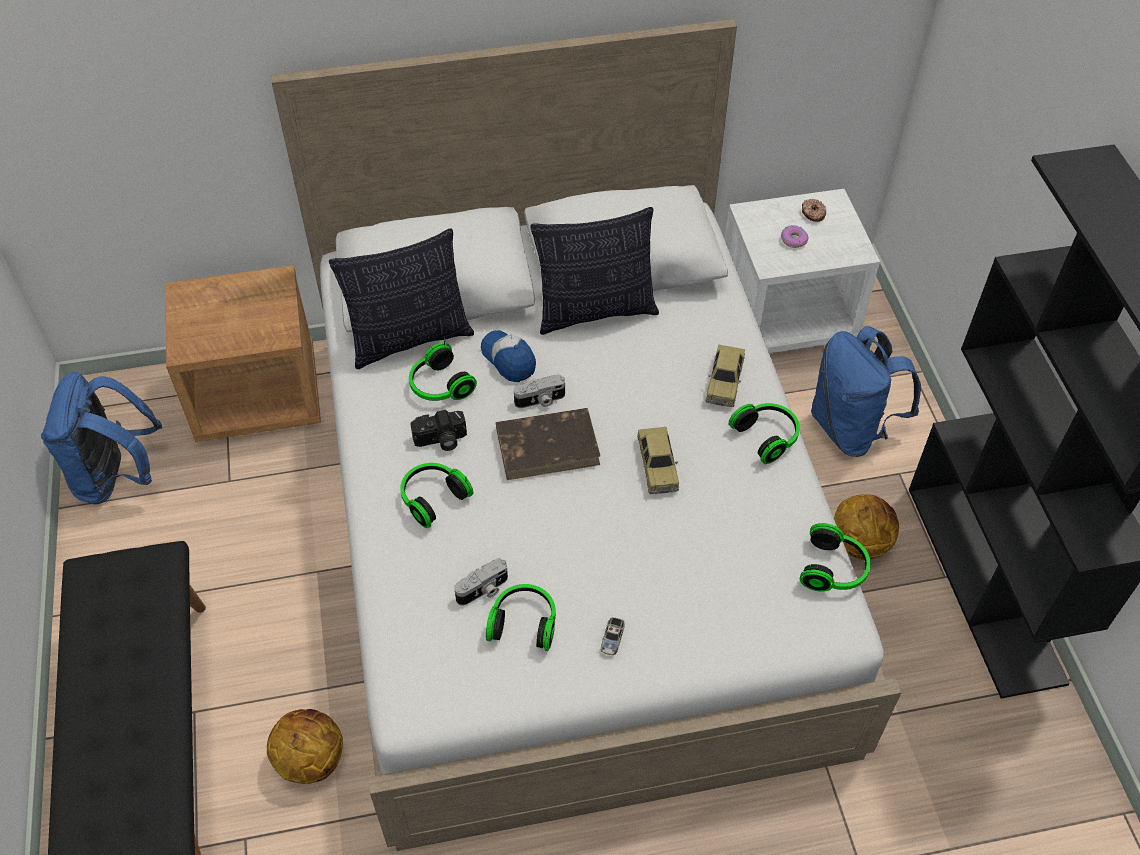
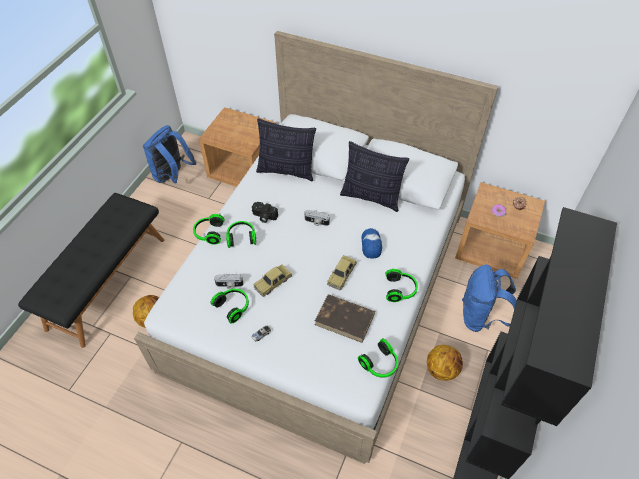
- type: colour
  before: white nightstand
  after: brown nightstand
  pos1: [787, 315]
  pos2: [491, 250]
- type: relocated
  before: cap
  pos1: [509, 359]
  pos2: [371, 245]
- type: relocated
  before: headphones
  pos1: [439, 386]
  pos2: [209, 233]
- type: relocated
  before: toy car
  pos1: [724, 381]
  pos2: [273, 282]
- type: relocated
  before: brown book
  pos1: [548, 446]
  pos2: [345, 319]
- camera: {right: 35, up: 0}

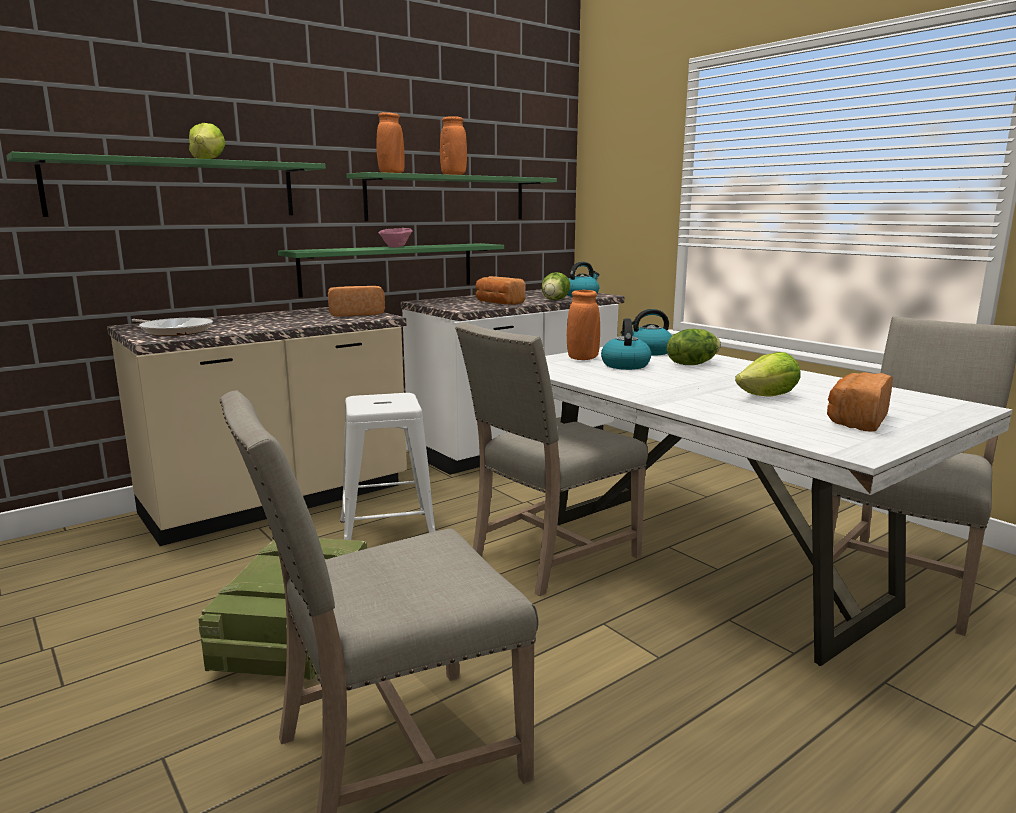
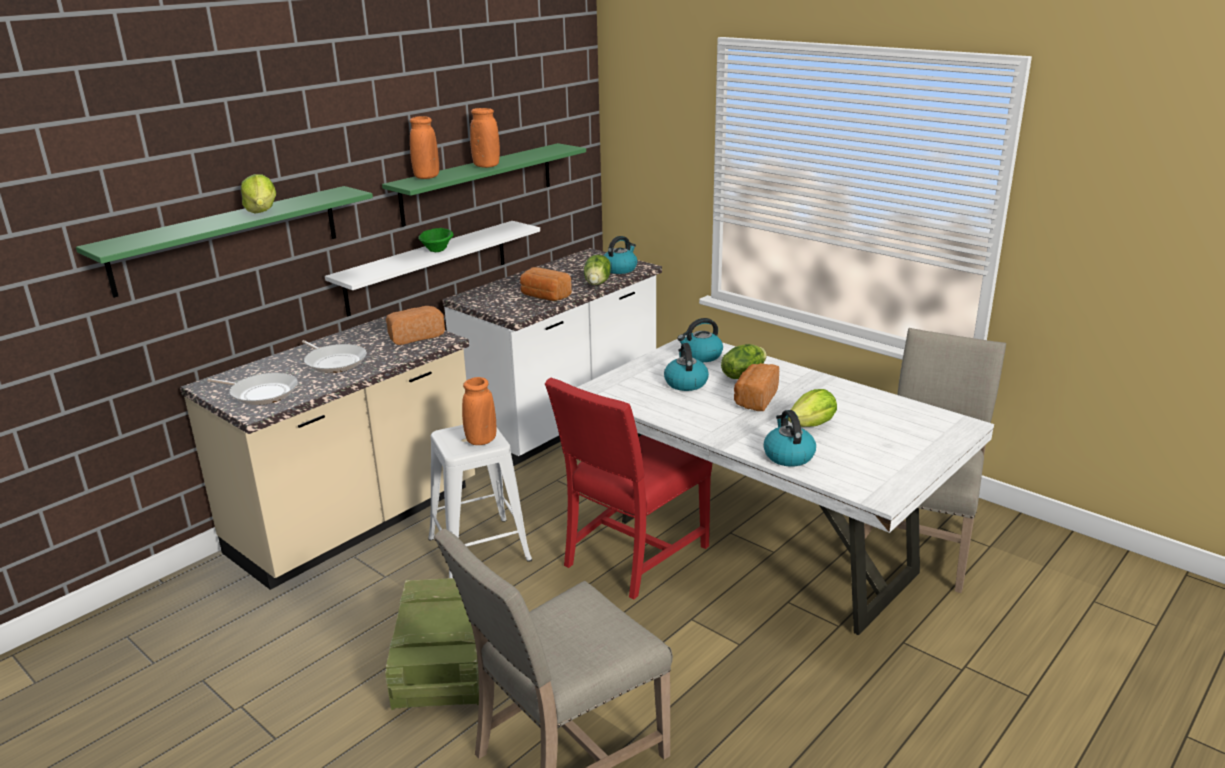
- type: colour
  before: pink bowl
  after: green bowl
  pos1: [396, 247]
  pos2: [437, 250]
- type: colour
  before: green shelf
  after: white shelf
  pos1: [389, 268]
  pos2: [428, 267]
- type: relocated
  before: orange vase
  pos1: [583, 358]
  pos2: [481, 440]
- type: colour
  before: beige chair
  after: red chair
  pos1: [549, 556]
  pos2: [631, 556]
- type: relocated
  before: bread
  pos1: [856, 420]
  pos2: [755, 399]
- type: appeared
  after: frying pan
  pos2: [334, 362]
- type: appeared
  after: kettle
  pos2: [788, 456]
- camera: {right: -10, up: 10}

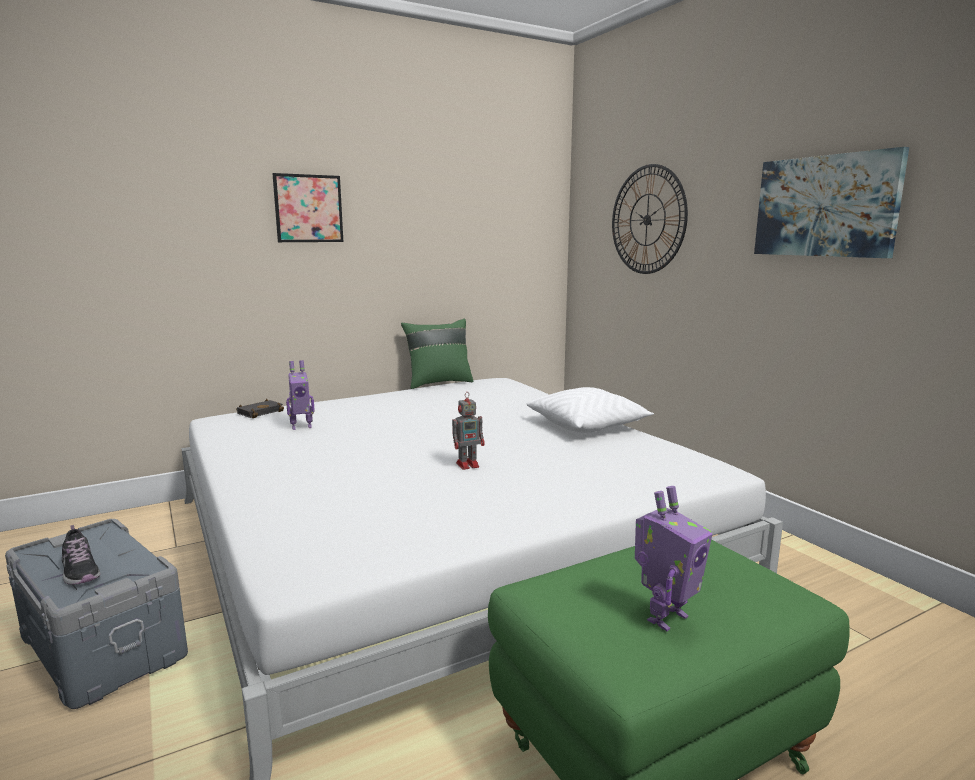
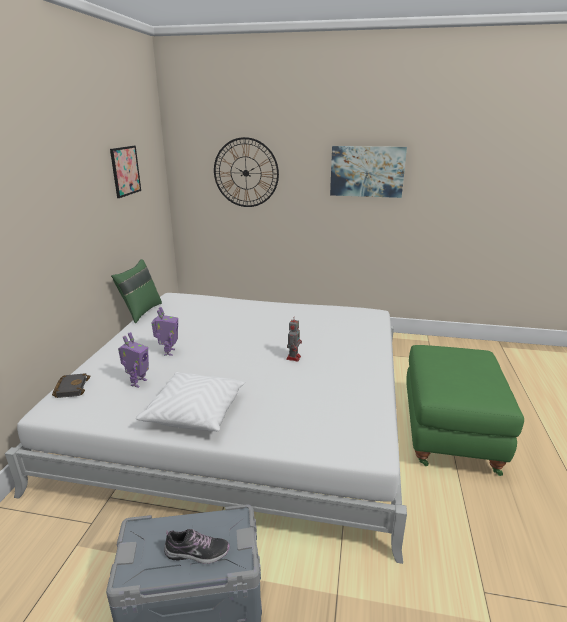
- type: relocated
  before: picture
  pos1: [308, 208]
  pos2: [125, 171]
- type: relocated
  before: white pillow
  pos1: [588, 425]
  pos2: [195, 412]
- type: relocated
  before: toy robot
  pos1: [665, 617]
  pos2: [168, 352]
- camera: {right: -50, up: 10}

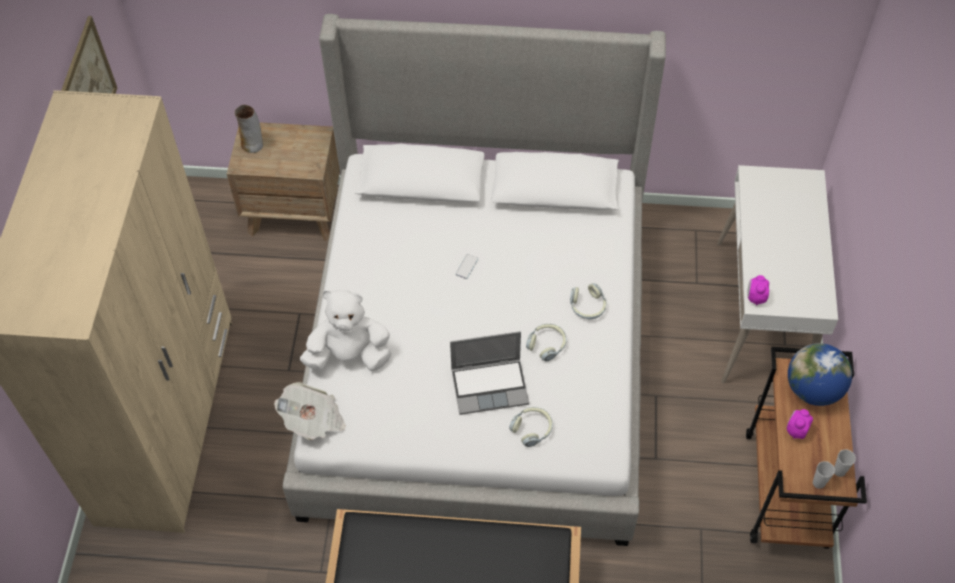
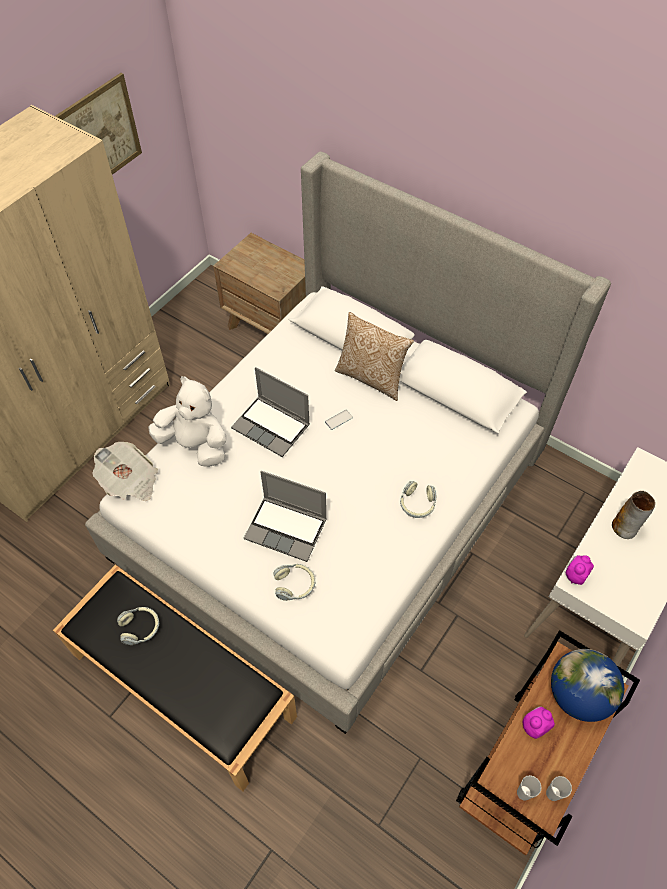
- type: relocated
  before: vase
  pos1: [253, 144]
  pos2: [625, 527]
- type: relocated
  before: headphones
  pos1: [547, 345]
  pos2: [140, 628]
- type: appeared
  after: pillow
  pos2: [371, 377]
- type: appeared
  after: laptop
  pos2: [272, 427]
- camera: {right: 30, up: 0}

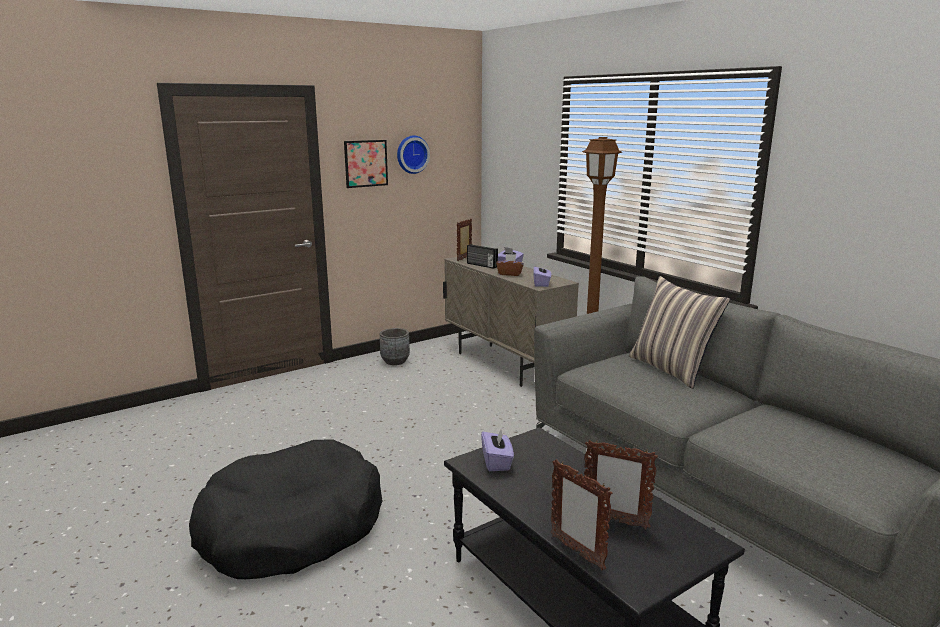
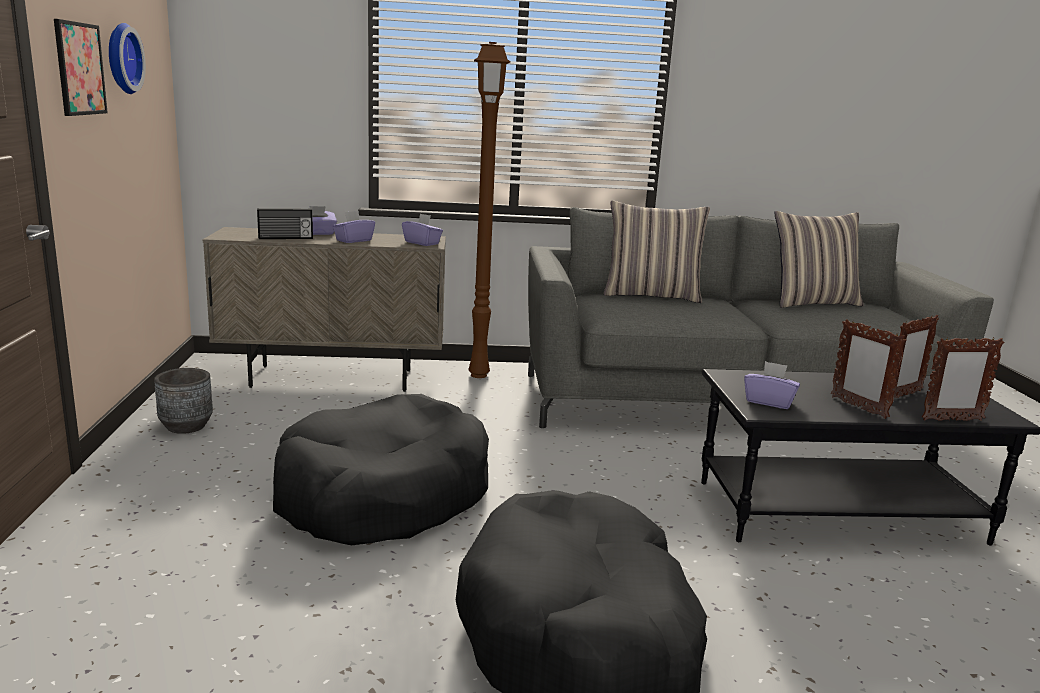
- type: relocated
  before: picture frame
  pos1: [464, 258]
  pos2: [858, 407]
- type: colour
  before: brown tissue box
  after: purple tissue box
  pos1: [510, 274]
  pos2: [353, 240]
- type: appeared
  after: pillow
  pos2: [812, 303]
- type: appeared
  after: black dog bed
  pos2: [383, 495]
- camera: {right: -60, up: 0}

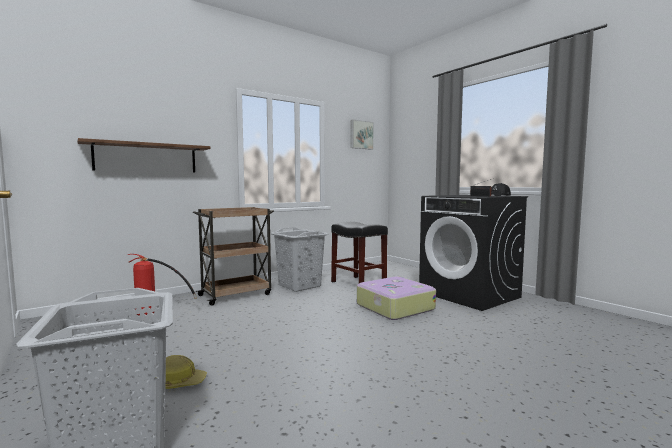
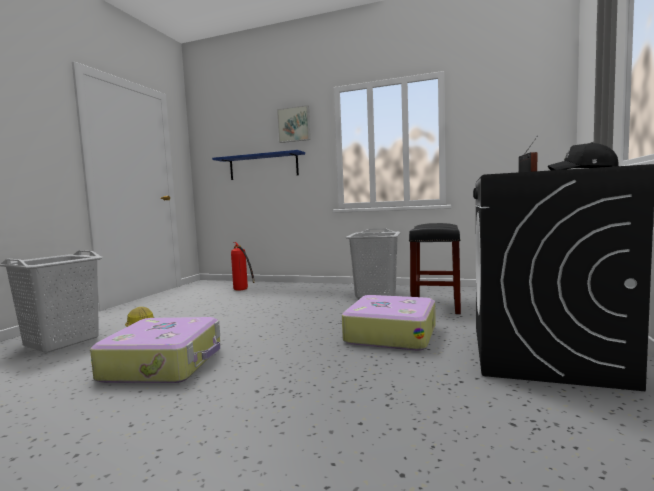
- type: relocated
  before: picture
  pos1: [361, 135]
  pos2: [294, 124]
- type: colour
  before: brown shelf
  after: blue shelf
  pos1: [146, 158]
  pos2: [263, 166]
- type: missing
  before: brown cart
  pos1: [236, 294]
- type: appeared
  after: suitcase
  pos2: [165, 363]
- camera: {right: 55, up: 0}

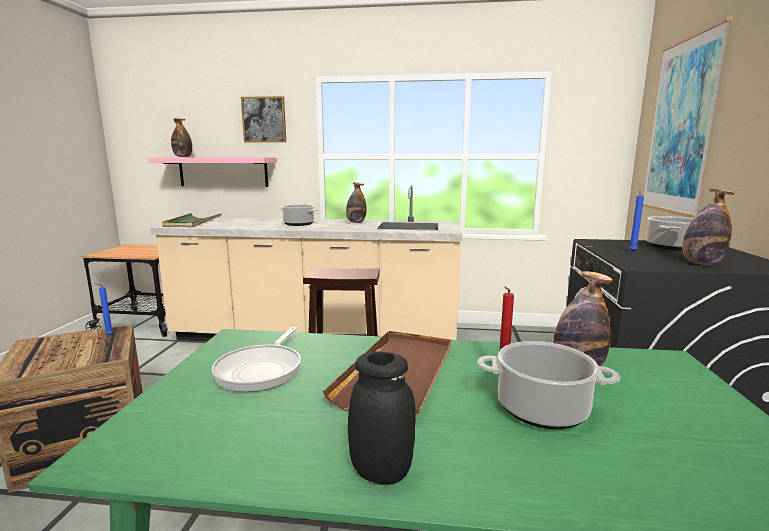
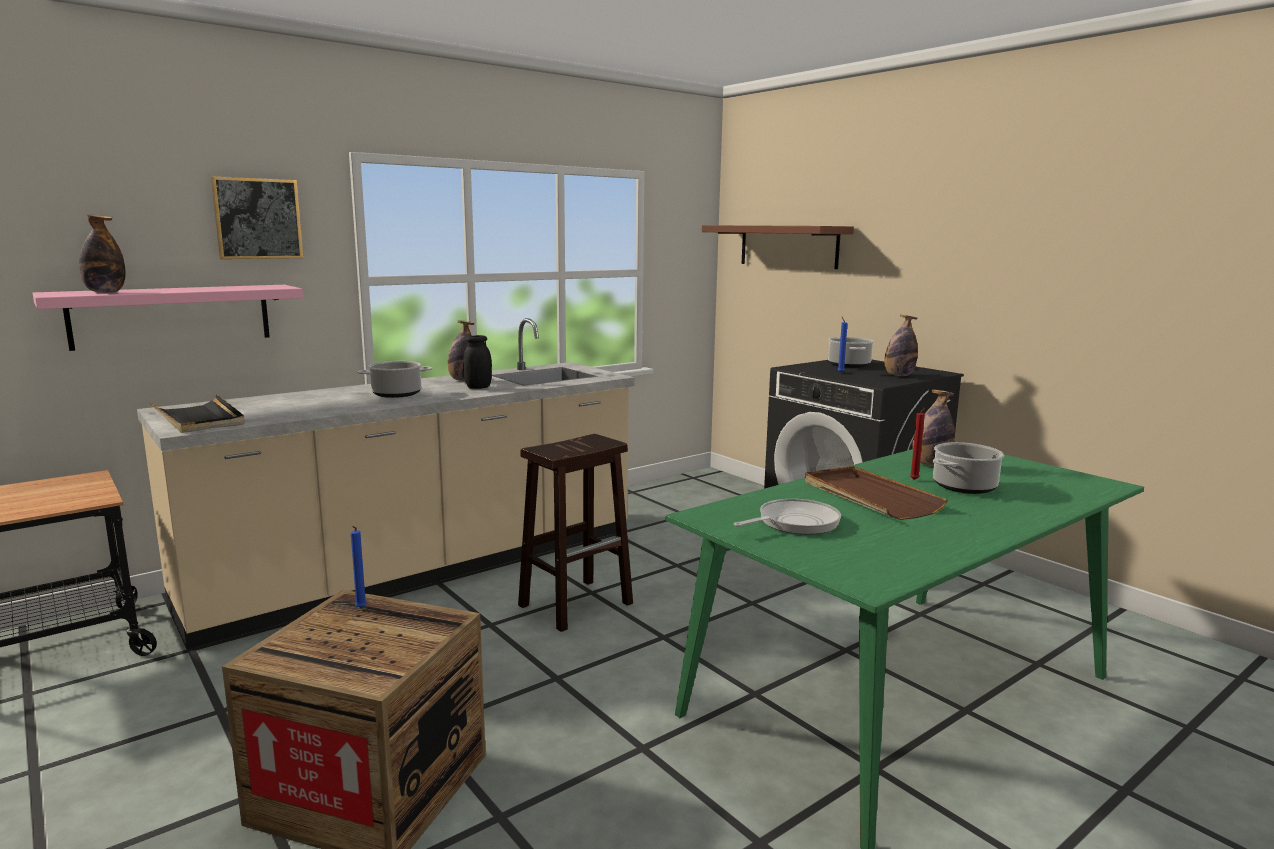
- type: exchanged
  before: picture
  after: brown shelf
  pos1: [681, 127]
  pos2: [788, 246]
- type: colour
  before: green tray
  after: black tray
  pos1: [192, 222]
  pos2: [198, 418]
- type: spun
  before: frying pan
  pos1: [262, 370]
  pos2: [794, 523]
  turn: -90
- type: relocated
  before: black jar
  pos1: [381, 471]
  pos2: [478, 387]
- camera: {right: -45, up: 0}

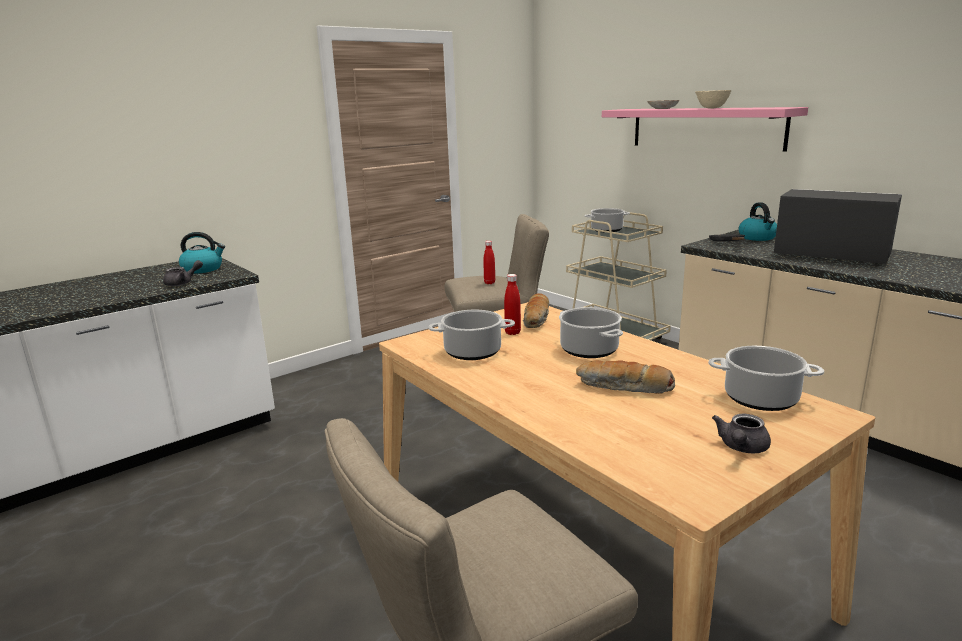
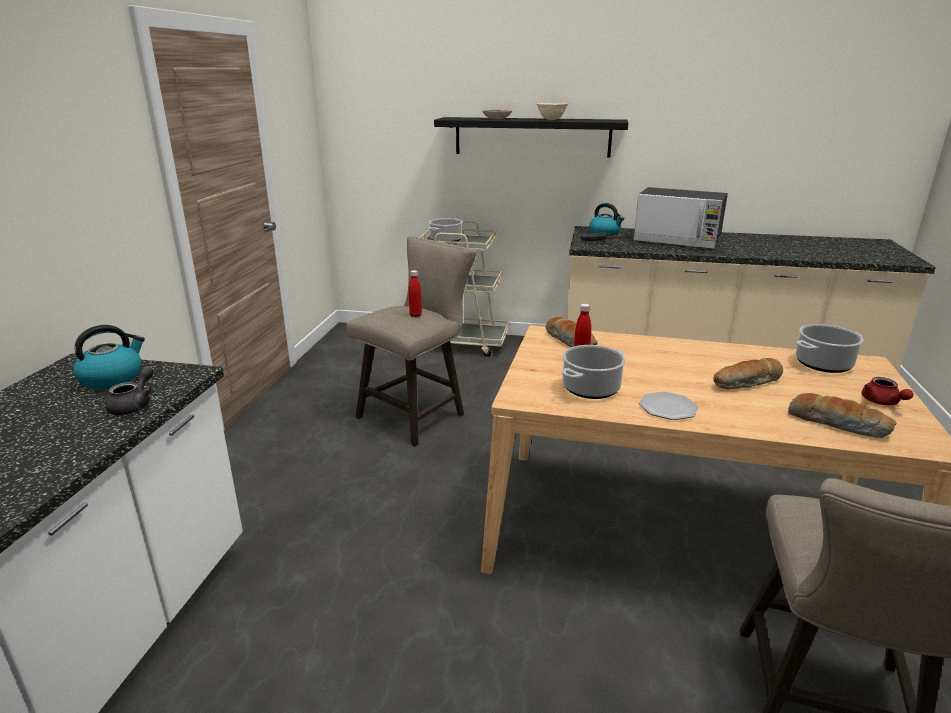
- type: colour
  before: pink shelf
  after: black shelf
  pos1: [705, 128]
  pos2: [532, 137]
- type: spun
  before: microwave
  pos1: [830, 254]
  pos2: [677, 241]
  turn: -150
- type: missing
  before: cooking pot
  pos1: [588, 350]
- type: colour
  before: grey teapot
  after: red teapot
  pos1: [741, 448]
  pos2: [882, 402]
- type: appeared
  after: plate
  pos2: [667, 407]
- type: appeared
  after: bread
  pos2: [838, 424]
- camera: {right: -40, up: 5}

